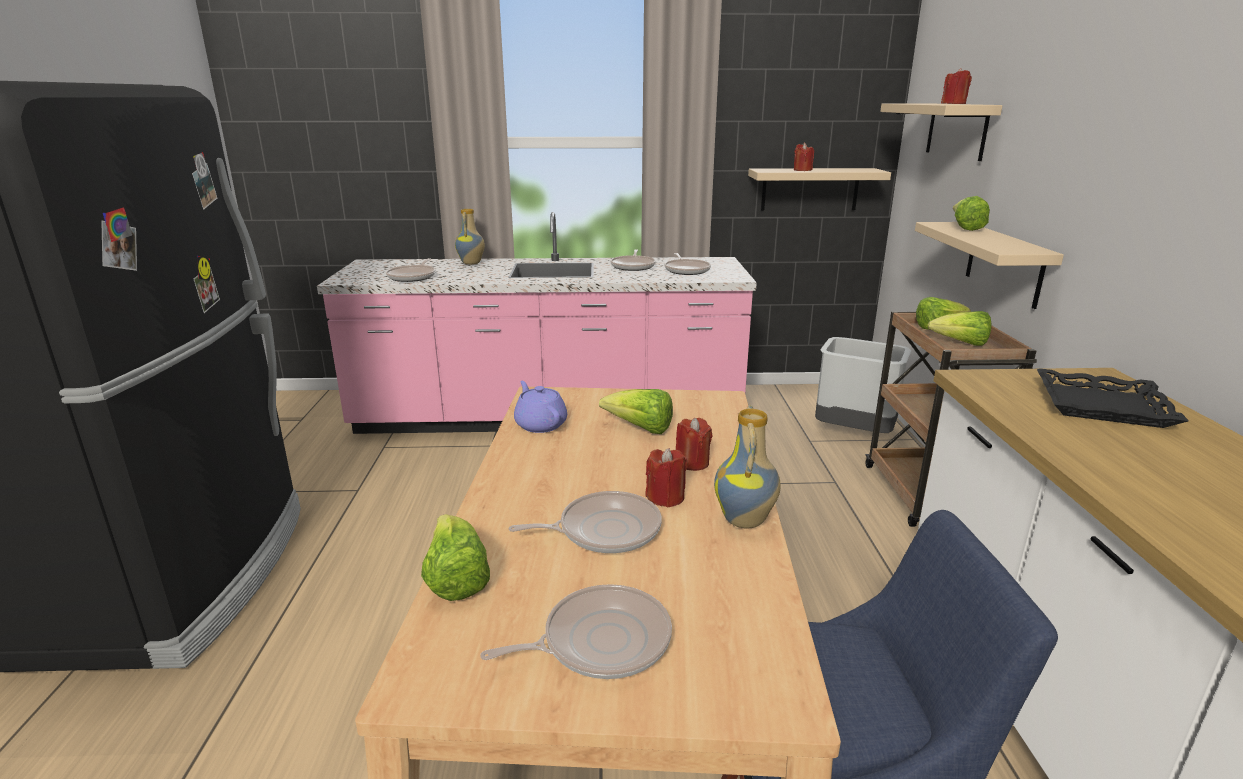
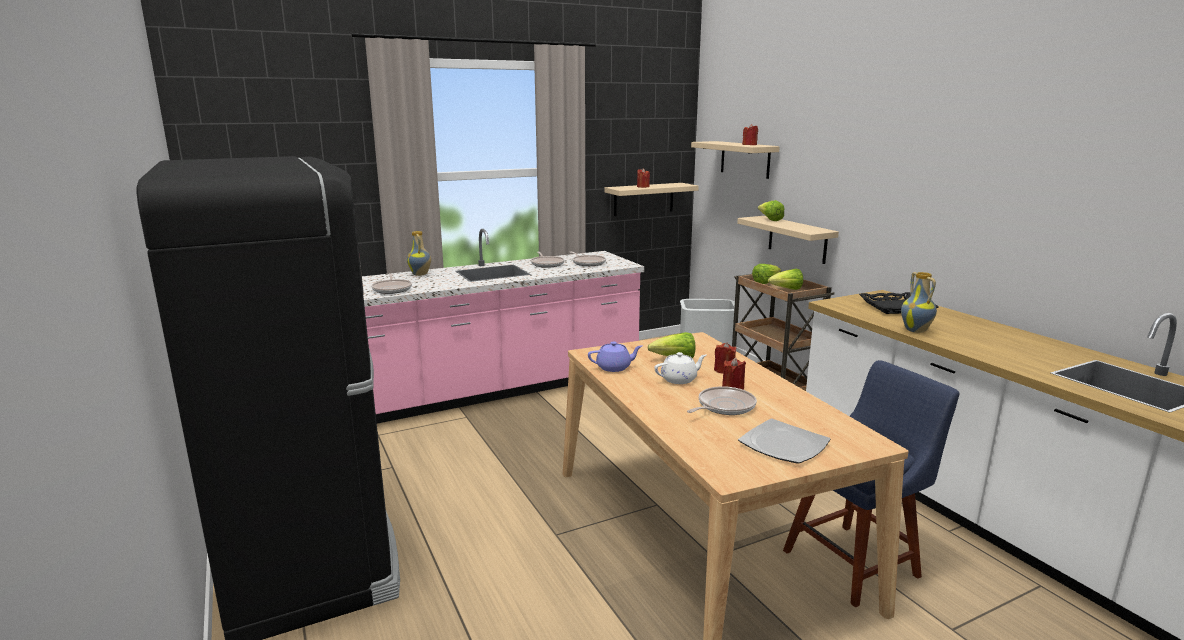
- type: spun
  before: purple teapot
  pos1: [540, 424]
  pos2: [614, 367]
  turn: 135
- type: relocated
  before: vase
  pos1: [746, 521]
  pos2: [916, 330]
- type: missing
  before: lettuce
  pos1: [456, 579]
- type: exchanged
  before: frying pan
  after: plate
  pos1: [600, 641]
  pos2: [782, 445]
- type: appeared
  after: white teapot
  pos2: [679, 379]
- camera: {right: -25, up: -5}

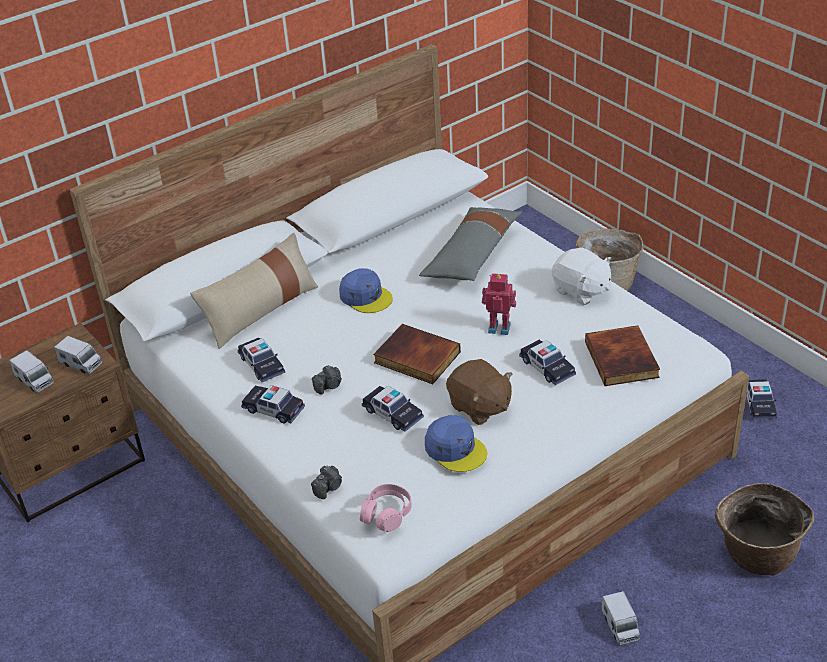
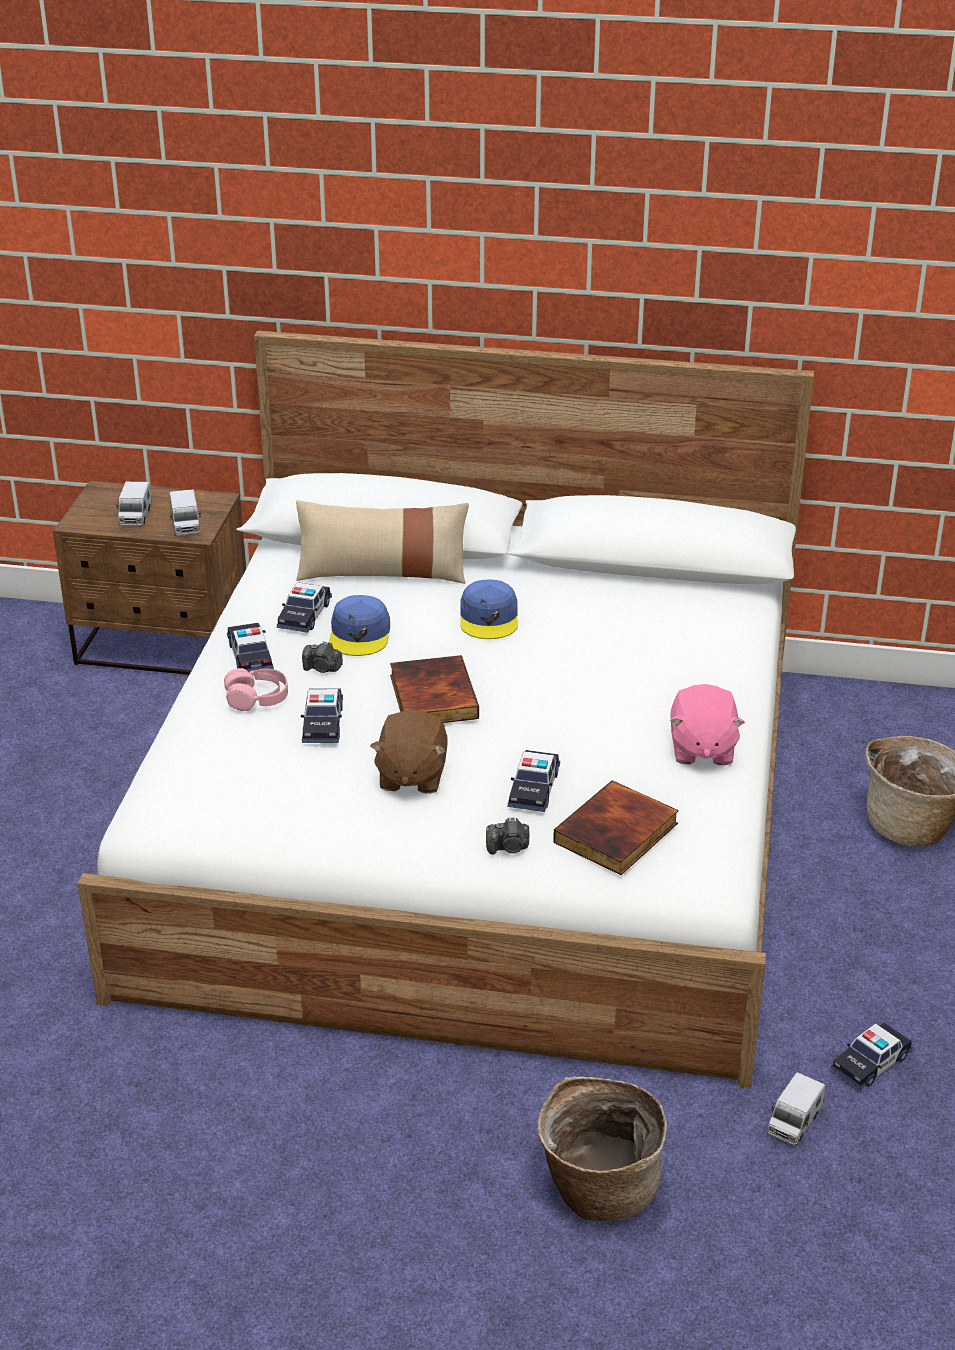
- type: missing
  before: grey pillow
  pos1: [472, 255]
- type: colour
  before: white plush toy
  after: pink plush toy
  pos1: [581, 291]
  pos2: [701, 749]
- type: missing
  before: toy robot
  pos1: [499, 327]
- type: relocated
  before: blue cap
  pos1: [455, 449]
  pos2: [360, 634]
- type: relocated
  before: photo camera
  pos1: [328, 487]
  pos2: [509, 847]
- type: relocated
  before: pink headphones
  pos1: [386, 514]
  pos2: [257, 698]
- type: relocated
  before: toy truck
  pos1: [620, 626]
  pos2: [794, 1121]
- camera: {right: 45, up: -5}

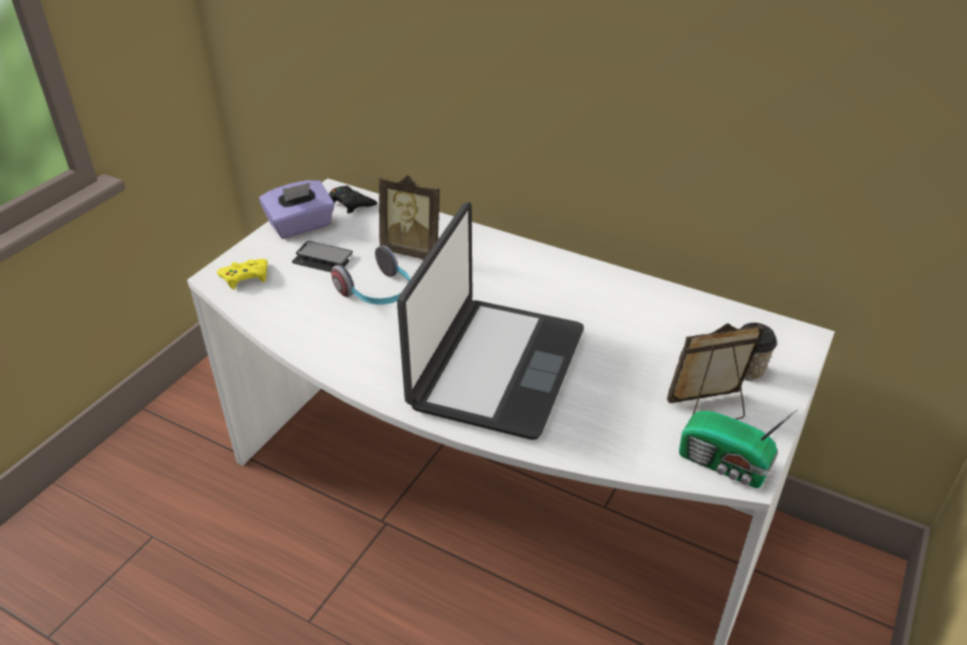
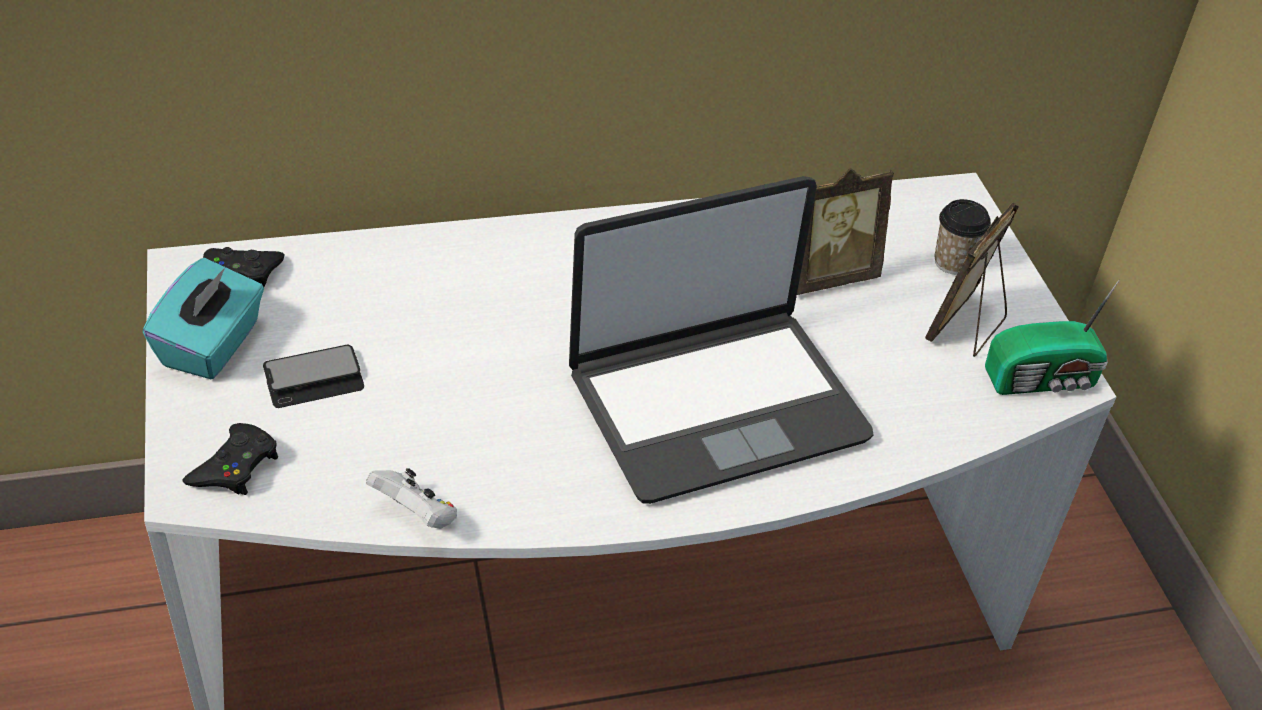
- type: relocated
  before: picture frame
  pos1: [414, 251]
  pos2: [826, 275]
- type: colour
  before: purple tissue box
  after: turquoise tissue box
  pos1: [301, 226]
  pos2: [212, 345]
- type: spun
  before: laptop
  pos1: [495, 367]
  pos2: [715, 404]
  turn: 90
- type: missing
  before: headphones
  pos1: [377, 293]
- type: colour
  before: yellow game controller
  after: black game controller
  pos1: [245, 277]
  pos2: [235, 466]
- type: appeared
  after: white game controller
  pos2: [416, 516]
- camera: {right: -45, up: 5}

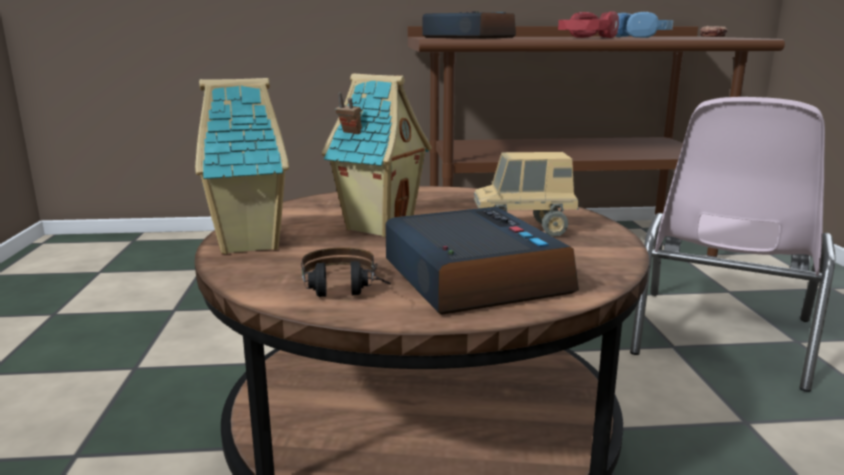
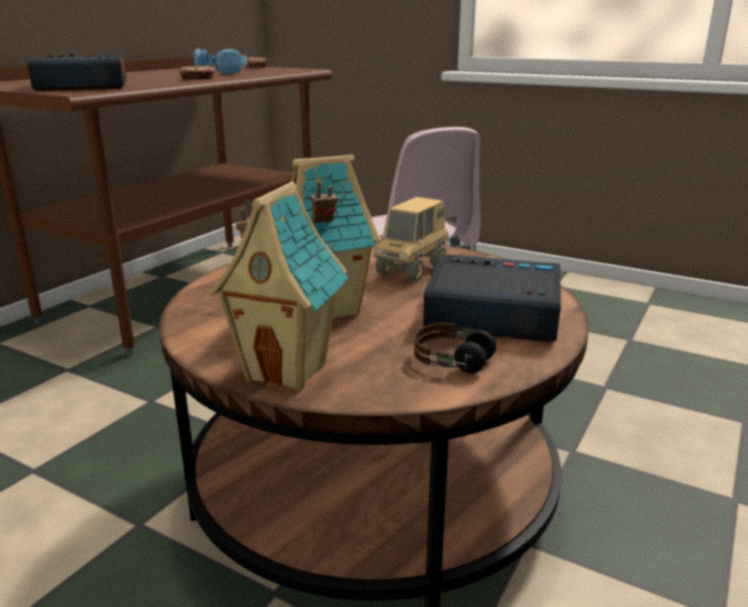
- type: exchanged
  before: red headphones
  after: donut
  pos1: [585, 38]
  pos2: [197, 78]
- camera: {right: -55, up: 5}

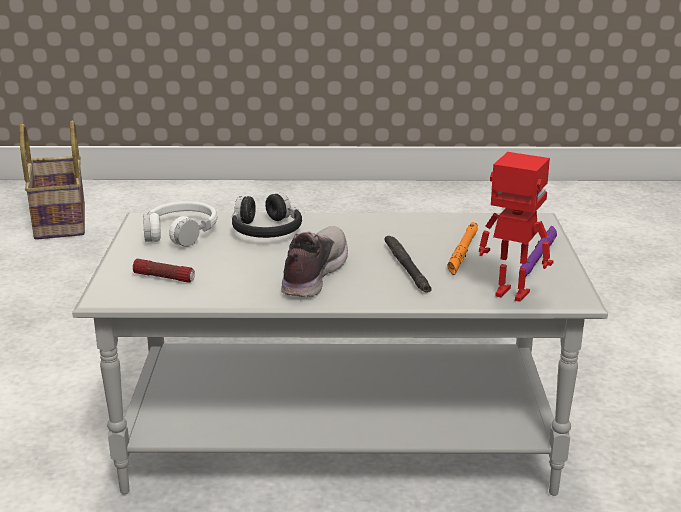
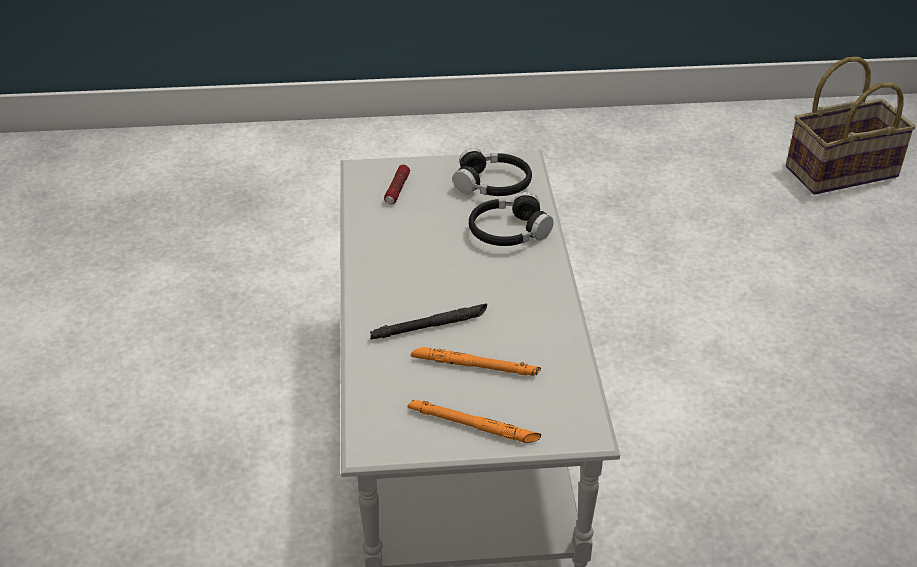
- type: missing
  before: toy robot
  pos1: [510, 295]
- type: colour
  before: white headphones
  after: black headphones
  pos1: [180, 233]
  pos2: [493, 184]
- type: missing
  before: shoe
  pos1: [312, 274]
- type: colour
  before: purple flashlight
  after: orange flashlight
  pos1: [538, 256]
  pos2: [473, 425]
- camera: {right: 85, up: 15}

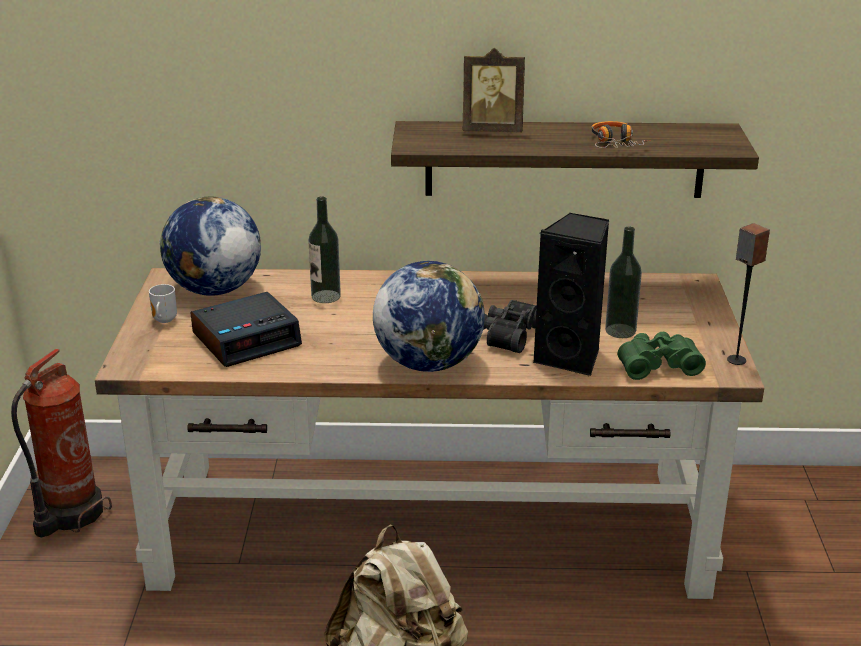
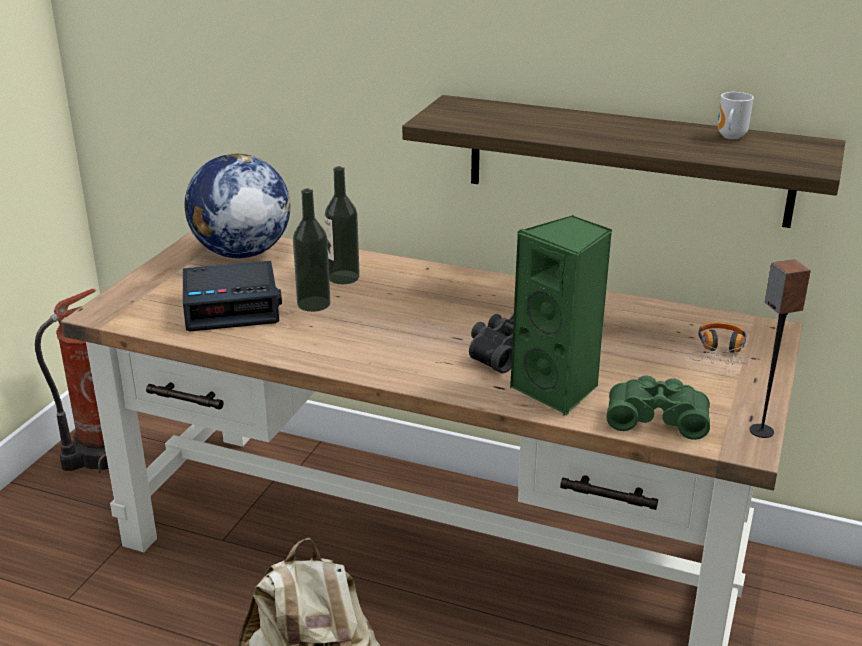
- type: missing
  before: picture frame
  pos1: [492, 130]
- type: relocated
  before: headphones
  pos1: [615, 143]
  pos2: [721, 353]
- type: colour
  before: black speaker
  after: green speaker
  pos1: [571, 358]
  pos2: [558, 390]
- type: relocated
  before: bottle
  pos1: [620, 331]
  pos2: [313, 304]
- type: missing
  before: globe
  pos1: [428, 363]
- type: relocated
  before: mug
  pos1: [163, 320]
  pos2: [729, 137]
- camera: {right: 20, up: 0}

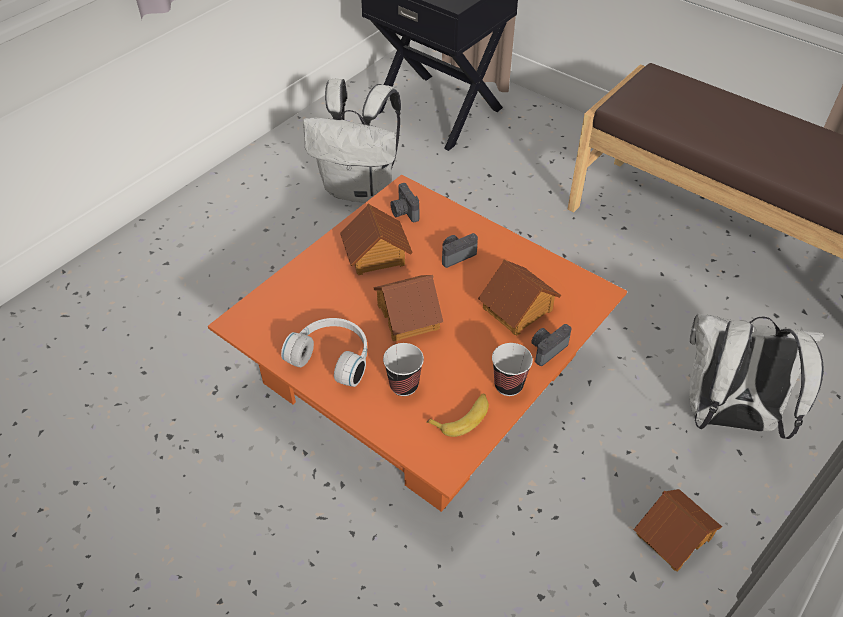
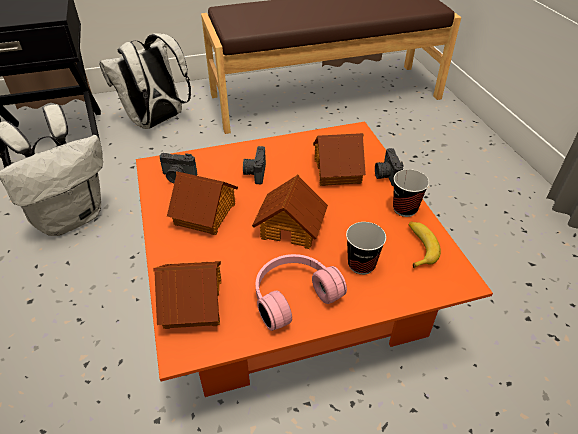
- type: relocated
  before: white backpack
  pos1: [726, 417]
  pos2: [157, 122]
- type: colour
  before: white headphones
  after: pink headphones
  pos1: [333, 356]
  pos2: [292, 295]
- type: relocated
  before: toy house
  pos1: [673, 535]
  pos2: [192, 302]
- camera: {right: -55, up: -5}

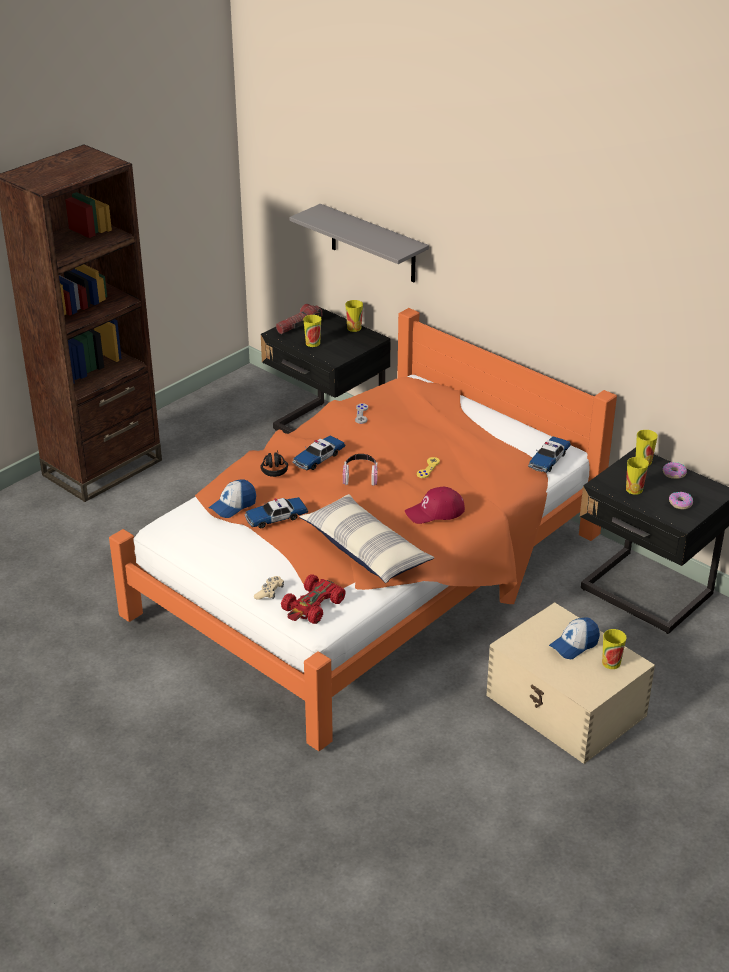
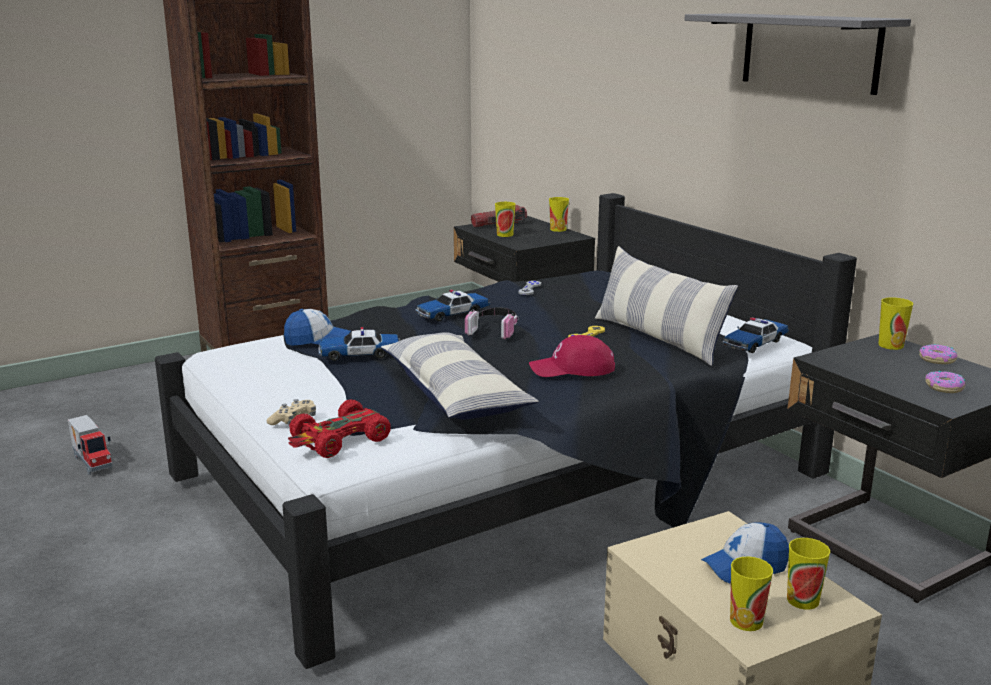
- type: relocated
  before: grey shelf
  pos1: [373, 244]
  pos2: [809, 52]
- type: colour
  before: orange bed
  after: black bed
  pos1: [366, 578]
  pos2: [497, 481]
- type: missing
  before: black headphones
  pos1: [273, 468]
- type: relocated
  before: cup
  pos1: [634, 489]
  pos2: [746, 621]
- type: spun
  before: cap
  pos1: [233, 506]
  pos2: [317, 341]
  turn: -150
- type: appeared
  after: pillow
  pos2: [658, 339]
- type: appeared
  after: toy truck
  pos2: [94, 462]
- camera: {right: 15, up: -15}

